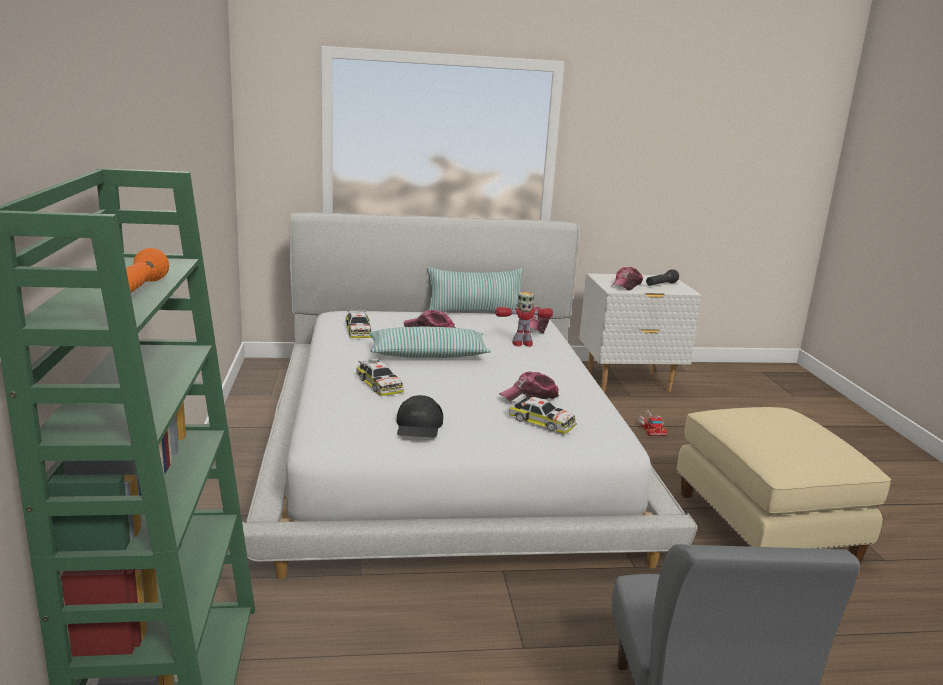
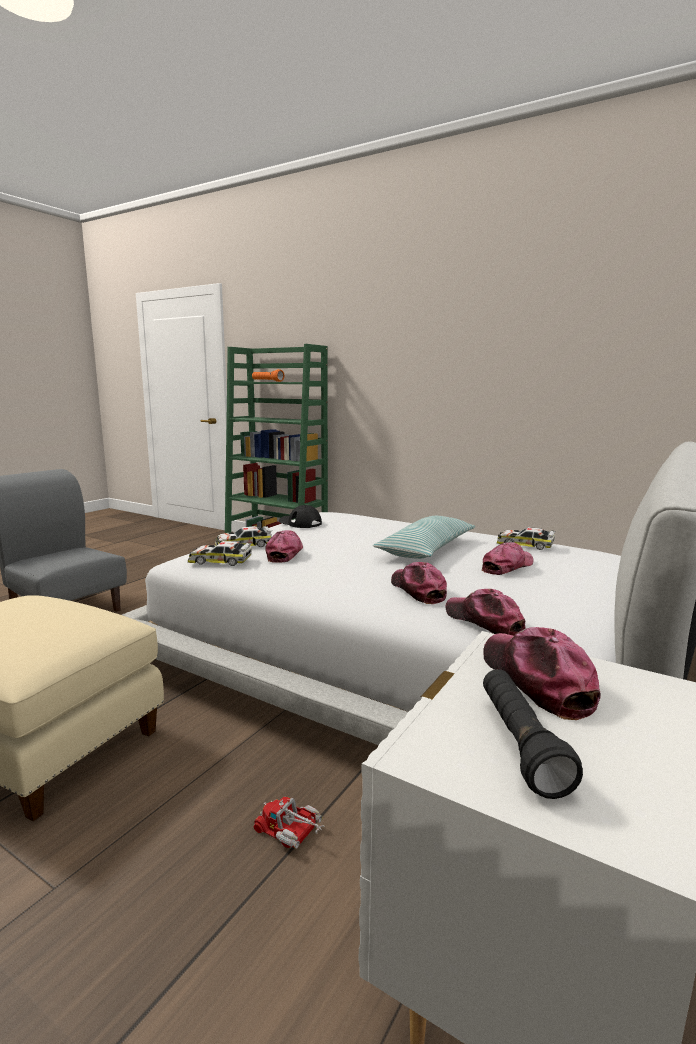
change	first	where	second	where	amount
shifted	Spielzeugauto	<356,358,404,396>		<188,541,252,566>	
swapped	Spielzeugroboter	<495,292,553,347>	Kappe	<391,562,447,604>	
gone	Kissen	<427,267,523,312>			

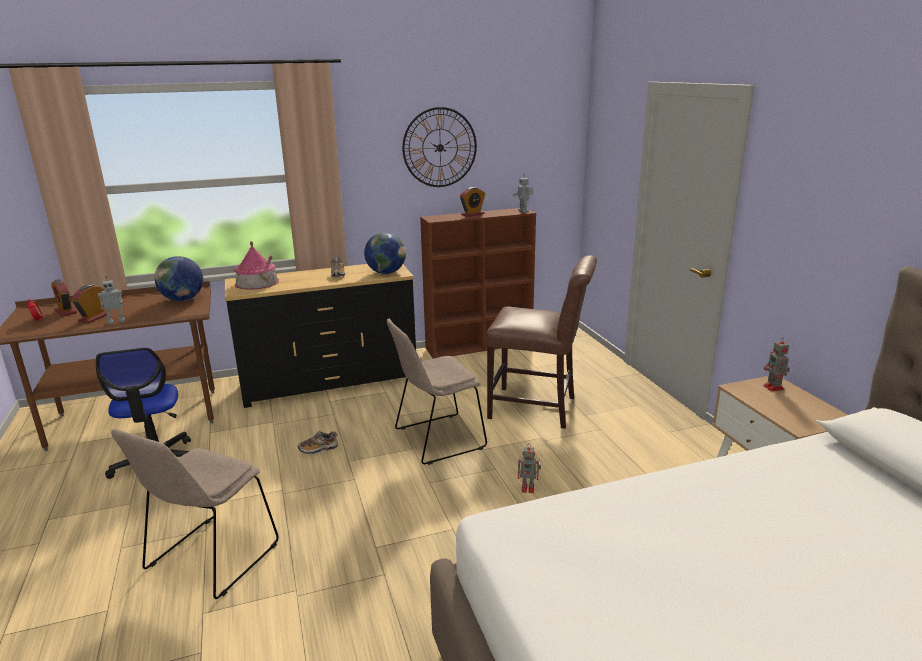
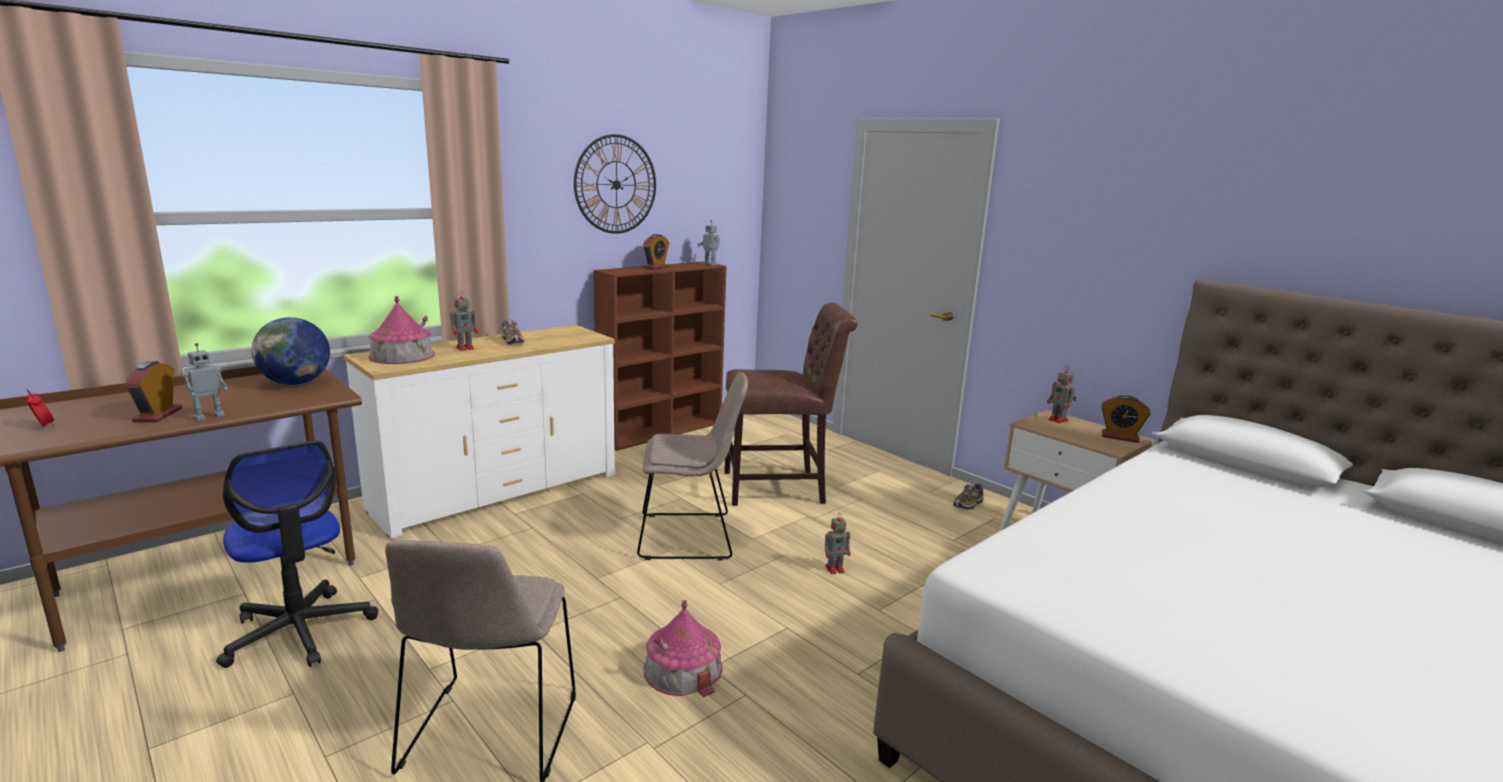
change	first	where	second	where	amount
repainted	Kommode (schwarz)	<225,264,416,408>	Kommode (weiß)	<344,325,615,539>	
new			Spielzeugroboter	<451,291,478,351>	
rotated	Stuhl (beige)	<387,319,487,465>		<637,372,748,560>	135 degrees counterclockwise
new			Spielzeughaus	<643,600,723,697>	
shifted	Schuh	<298,431,338,454>		<953,483,984,510>	
shifted	Wecker	<51,279,77,316>		<1101,395,1150,443>	
gone	Globus	<364,232,406,274>			

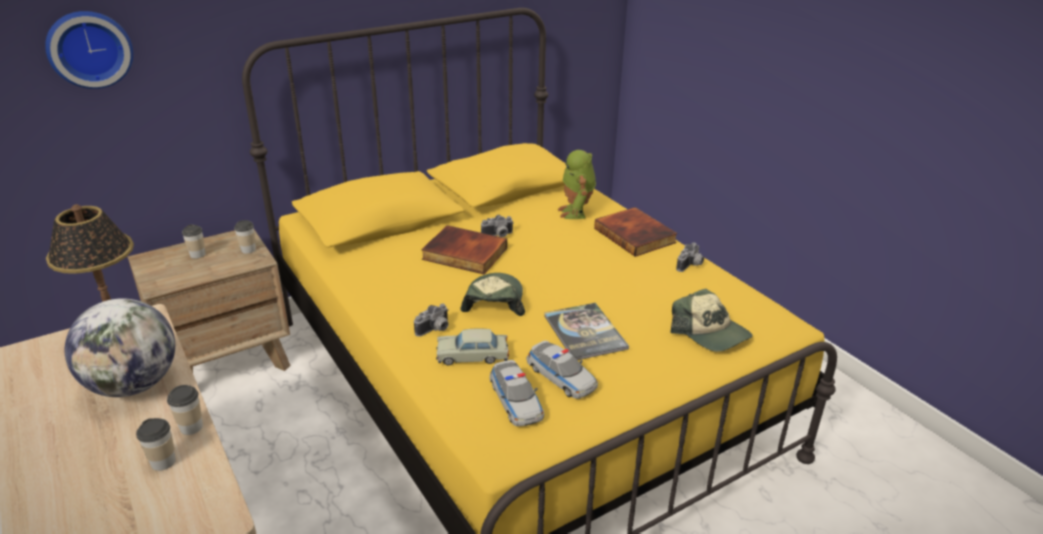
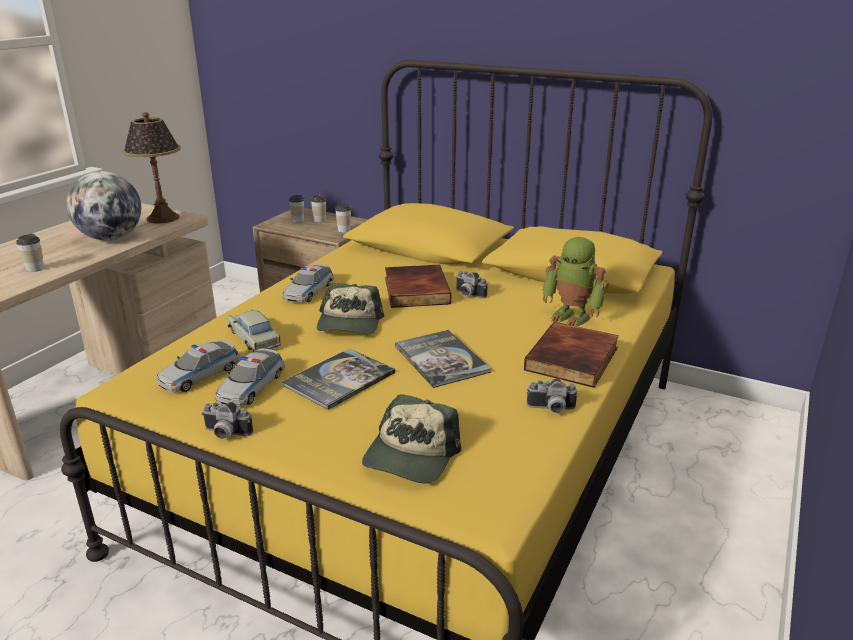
change	first	where	second	where	amount
shifted	Kamera	<414,304,449,337>		<202,402,253,439>	
new			Spielzeugauto	<282,264,334,302>	
shifted	Tasse	<167,385,203,435>		<289,195,304,223>	
rotated	Kappe	<460,273,525,316>		<317,283,384,334>	120 degrees clockwise
new			Buch	<395,330,491,388>	
rotated	Spielzeugroboter	<558,150,596,219>		<542,237,609,326>	105 degrees counterclockwise
gone	Wanduhr	<45,11,133,89>			

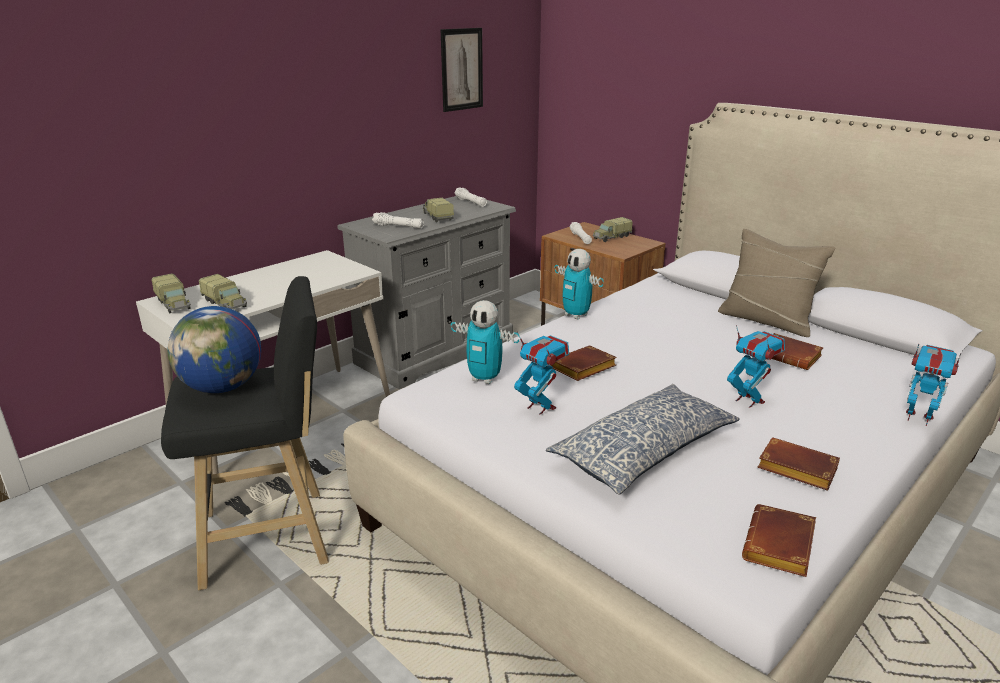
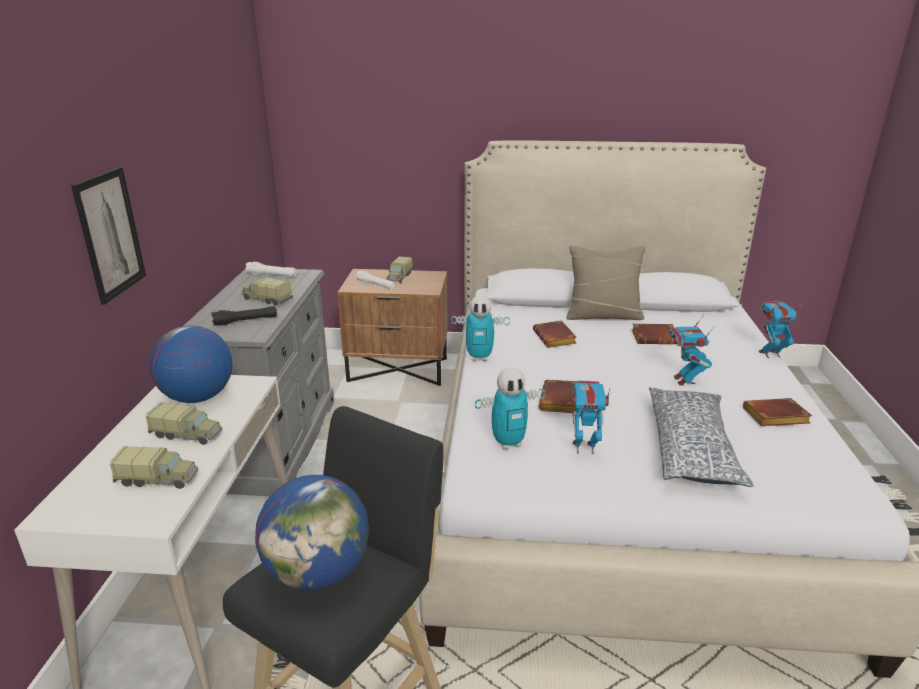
change	first	where	second	where	amount
shifted	Bild	<441,28,483,112>		<71,167,146,305>	
shifted	Spielzeuglaster	<151,273,191,314>		<146,402,222,445>	
new			Globus	<149,325,232,403>	
repainted	Taschenlampe (weiß)	<372,212,424,229>	Taschenlampe (schwarz)	<211,306,277,326>	
shifted	Buch (braun)	<742,504,816,577>		<533,320,576,348>	
rotated	Spielzeugroboter	<727,325,785,408>		<670,315,714,386>	105 degrees counterclockwise

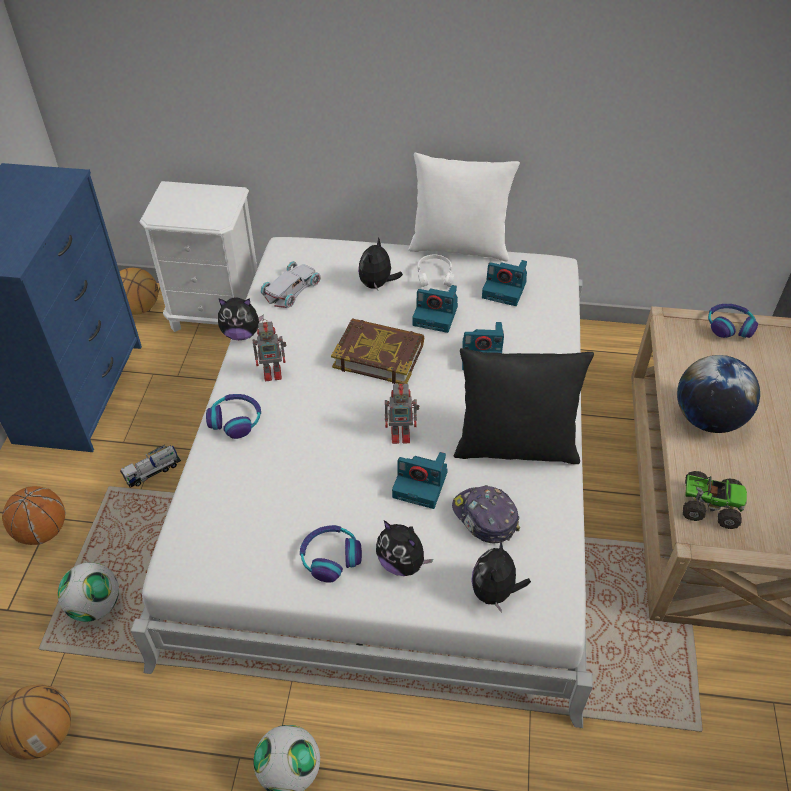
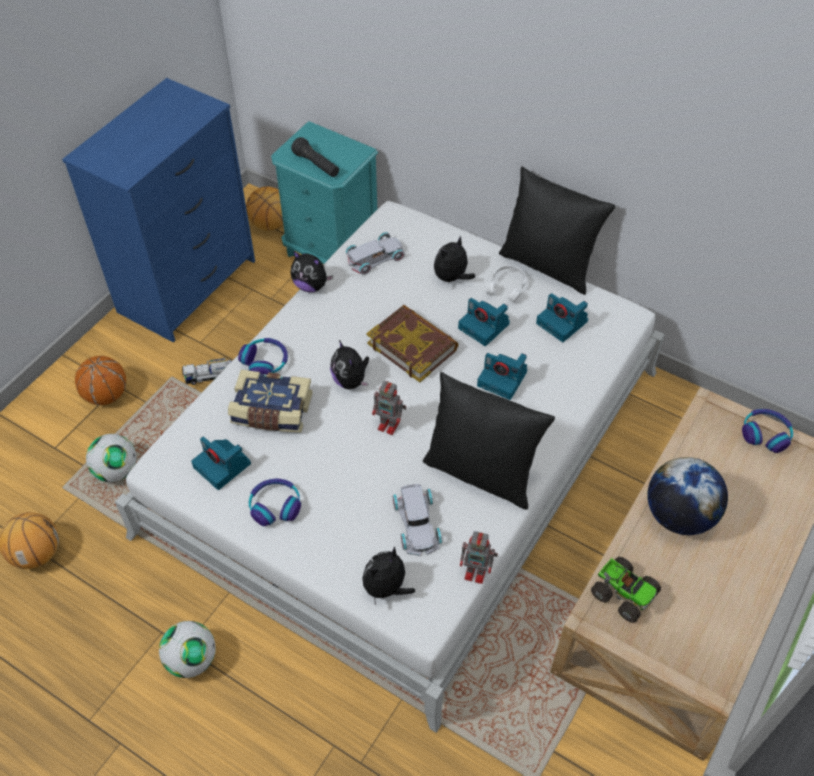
change	first	where	second	where	amount
shifted	Kamera	<392,452,448,509>		<191,436,251,490>	
new			Buch	<228,370,312,433>	
repainted	Nachttisch (weiß)	<140,181,257,332>	Nachttisch (türkis)	<271,121,378,264>	
new			Taschenlampe (schwarz)	<291,137,339,177>	
shifted	Plüschtier	<376,520,433,576>		<330,340,369,389>	
swapped	Kappe	<452,485,520,543>	Spielzeugauto (weiß)	<393,484,442,556>	
shifted	Spielzeugroboter	<252,319,286,381>		<460,531,498,584>	
repainted	Kissen (weiß)	<408,153,520,261>	Kissen (schwarz)	<499,166,615,295>	

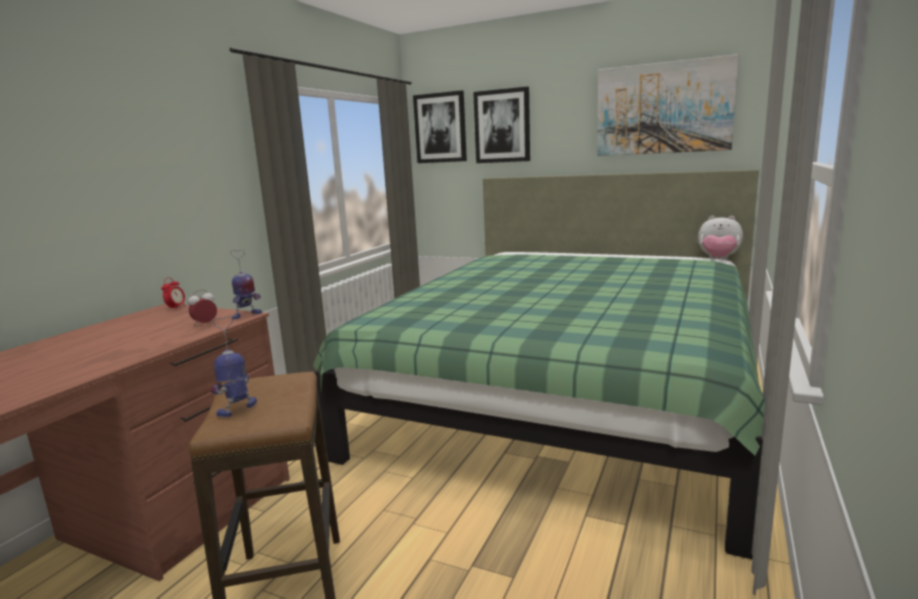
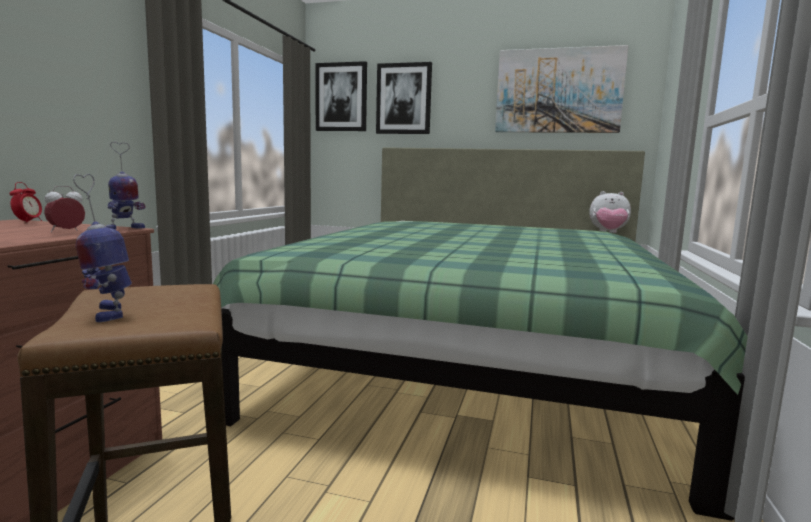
change	first	where	second	where	amount
rotated	Spielzeugroboter	<211,316,257,417>		<73,174,132,322>	60 degrees counterclockwise

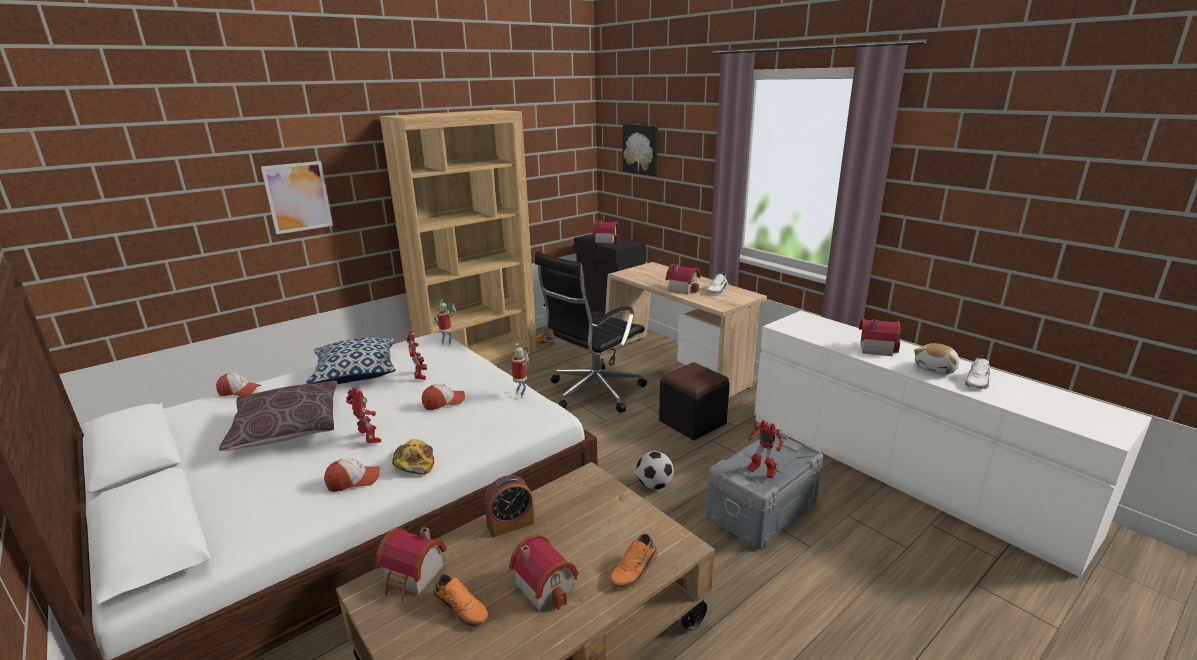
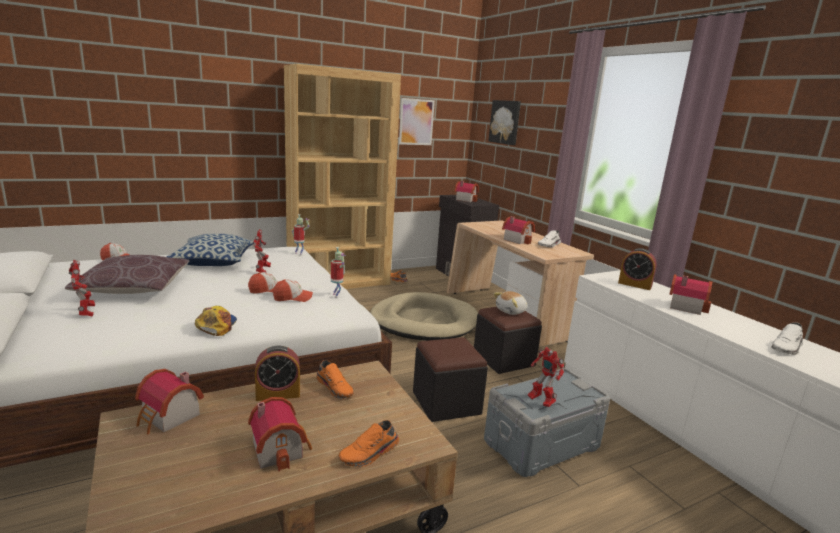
change	first	where	second	where	amount
shifted	Spielzeugroboter	<346,387,381,444>		<69,260,95,317>	
shifted	Kappe	<324,458,380,492>		<273,279,313,302>	
shifted	Schuh (orange)	<433,574,488,627>		<316,360,354,399>	
swapped	Bürostuhl (schwarz)	<535,252,647,413>	Hundebett (beige)	<370,292,478,341>	
shifted	Bild	<261,161,333,234>		<399,98,435,145>	
swapped	Fußball	<636,451,674,489>	Polsterhocker (schwarz)	<413,337,488,422>	
shifted	Plüschtier	<914,343,959,375>		<494,291,527,315>	
new			Wecker	<618,248,657,290>	

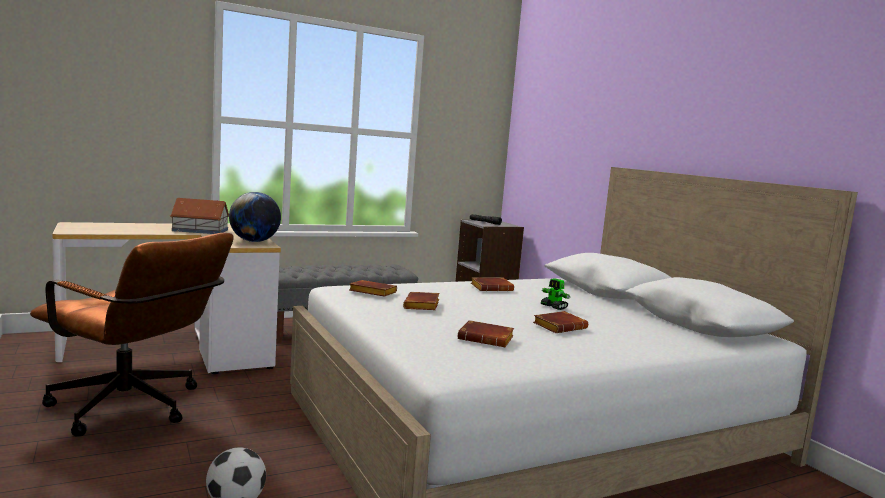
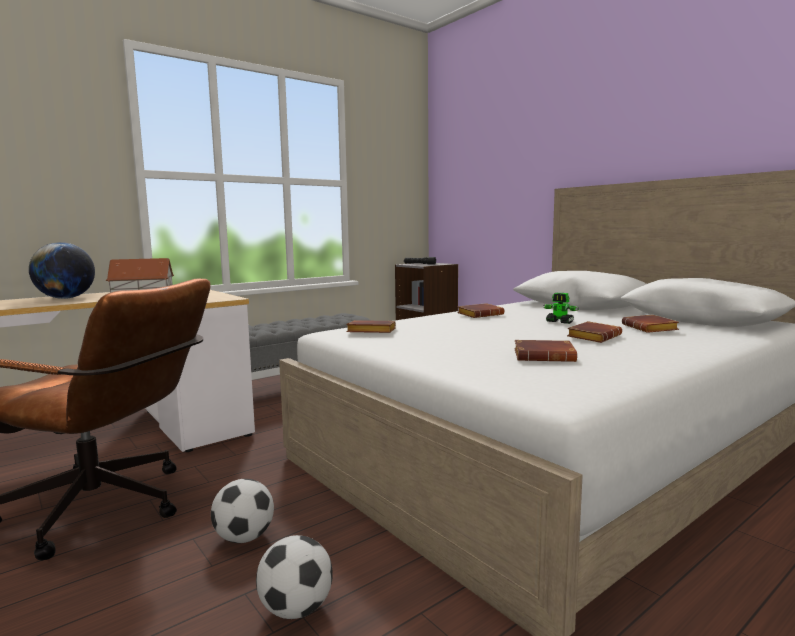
change	first	where	second	where	amount
shifted	Globus	<229,192,281,242>		<29,242,95,299>	
new			Fußball	<211,479,274,543>	
shifted	Buch (braun)	<403,292,440,310>		<622,314,679,333>	

